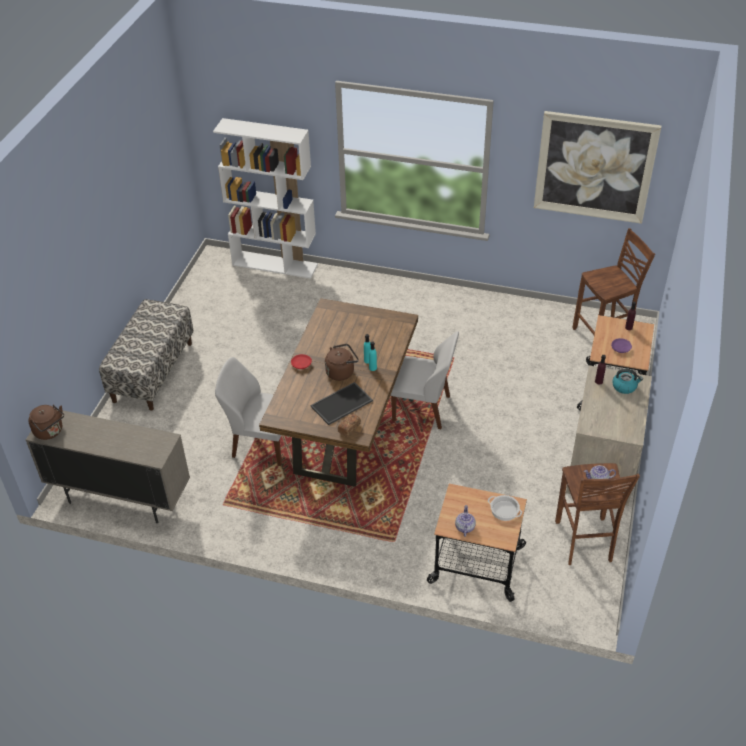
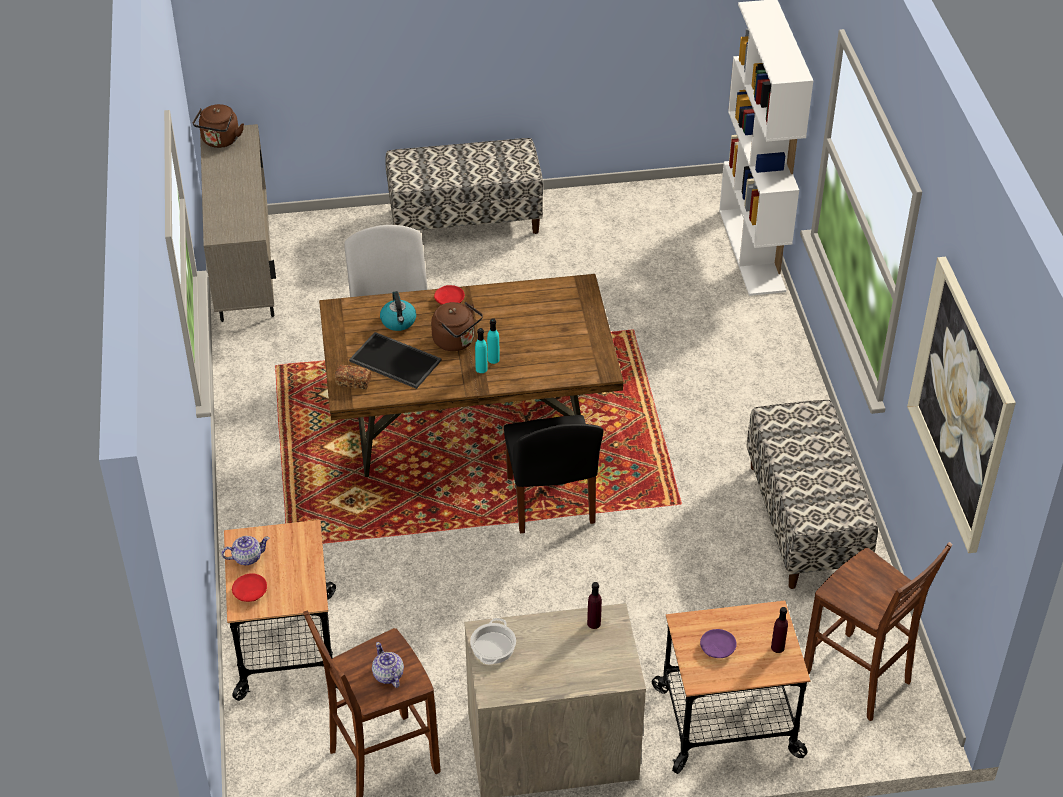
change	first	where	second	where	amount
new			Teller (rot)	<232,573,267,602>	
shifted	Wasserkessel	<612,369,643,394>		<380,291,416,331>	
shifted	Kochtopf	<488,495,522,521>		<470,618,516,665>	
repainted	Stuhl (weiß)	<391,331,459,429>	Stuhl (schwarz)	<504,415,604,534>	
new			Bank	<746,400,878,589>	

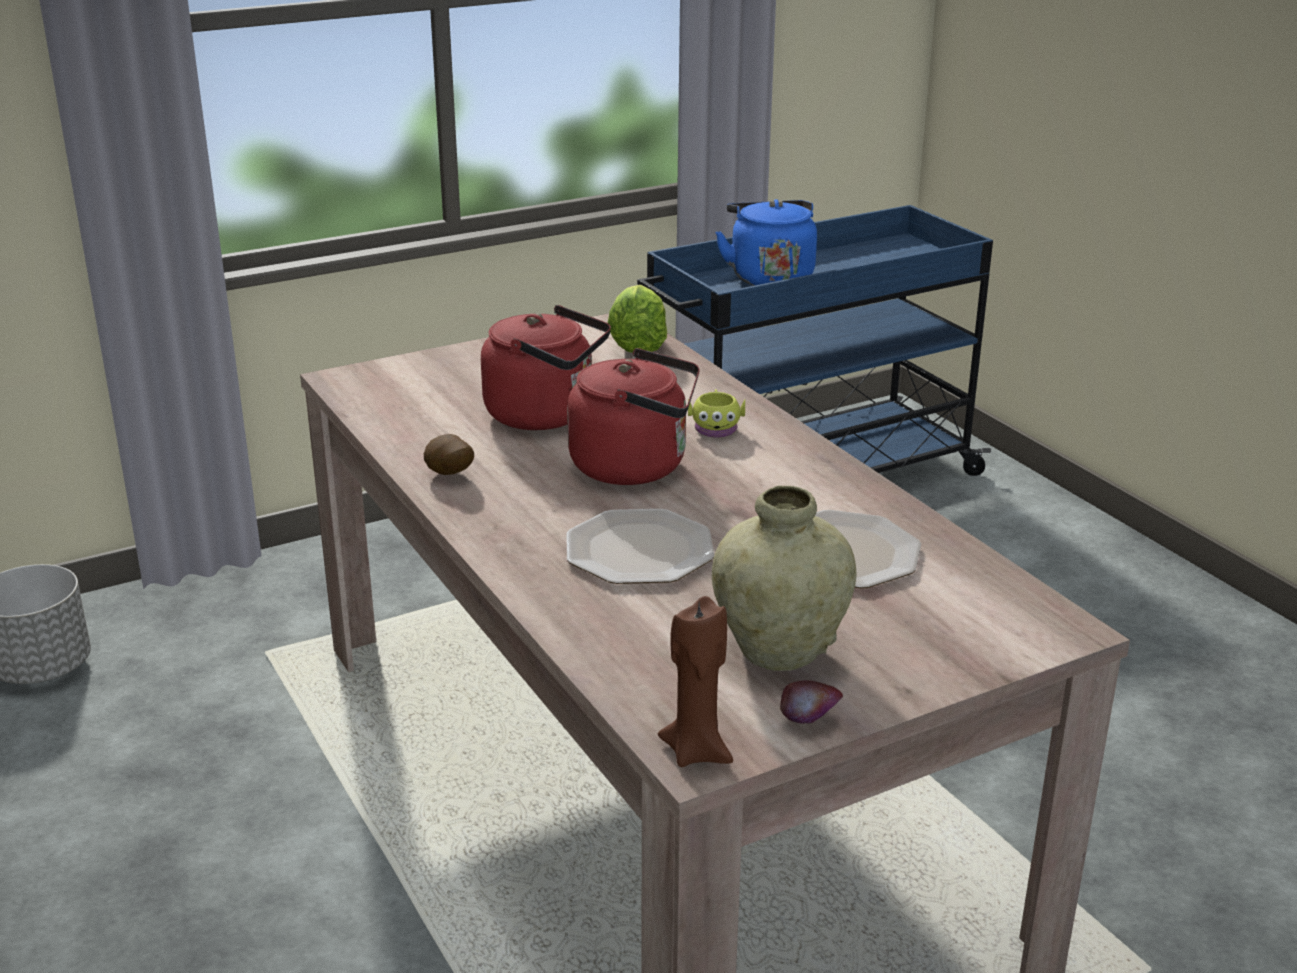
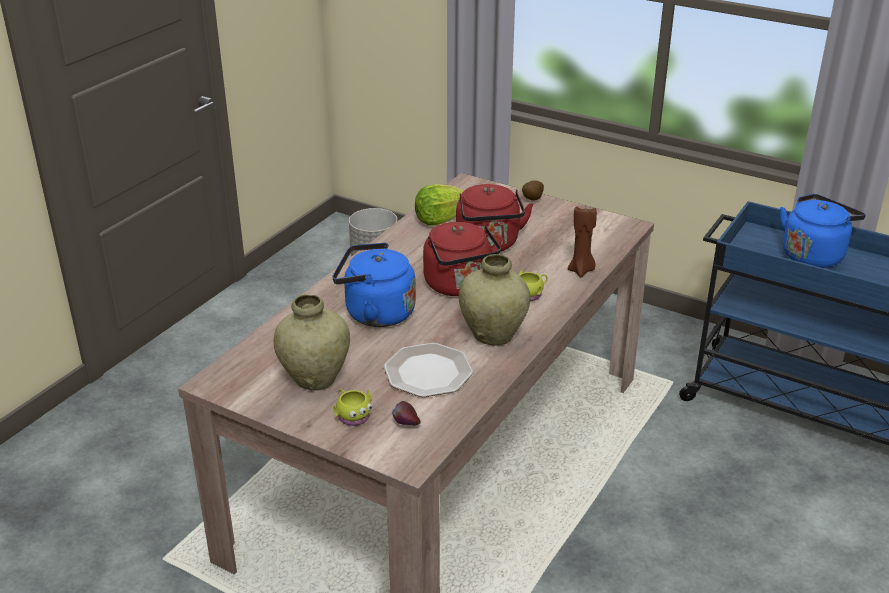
change	first	where	second	where	amount
swapped	Teller	<566,509,714,584>	Wasserkessel (blau)	<332,242,416,327>	
new			Henkelbecher (gelb)	<333,389,372,426>	
shifted	Apfel	<780,680,843,724>		<392,401,421,425>	
shifted	Salatkopf	<608,285,667,353>		<415,184,465,225>	
new			Vase (beige)	<459,254,530,346>	
shifted	Kartoffel	<424,434,474,475>		<522,181,544,200>	
shifted	Kerze (braun)	<658,596,733,767>		<568,206,597,278>	

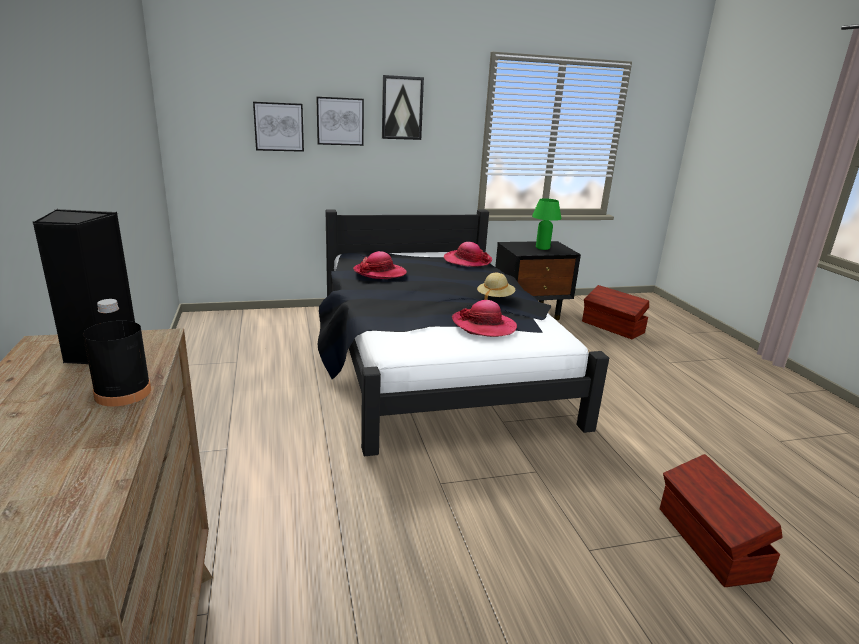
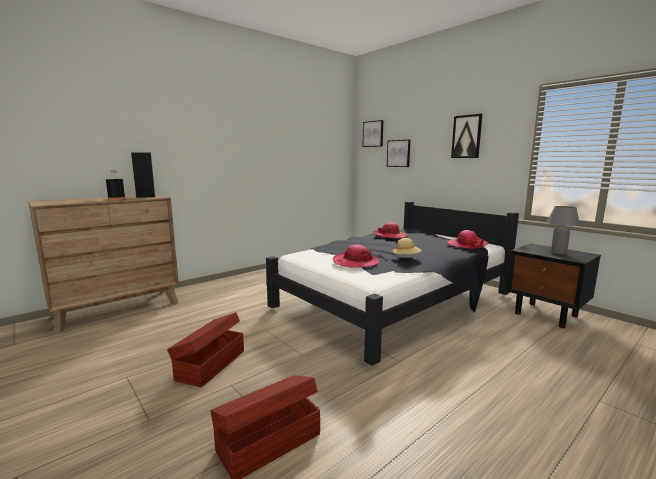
change	first	where	second	where	amount
shifted	Aufbewahrungsbox (braun)	<582,285,649,339>		<167,312,244,388>	
shifted	Bild	<316,96,364,146>		<362,120,383,147>	
repainted	Tischlampe (grün)	<532,198,562,250>	Tischlampe (grau)	<547,206,580,255>	

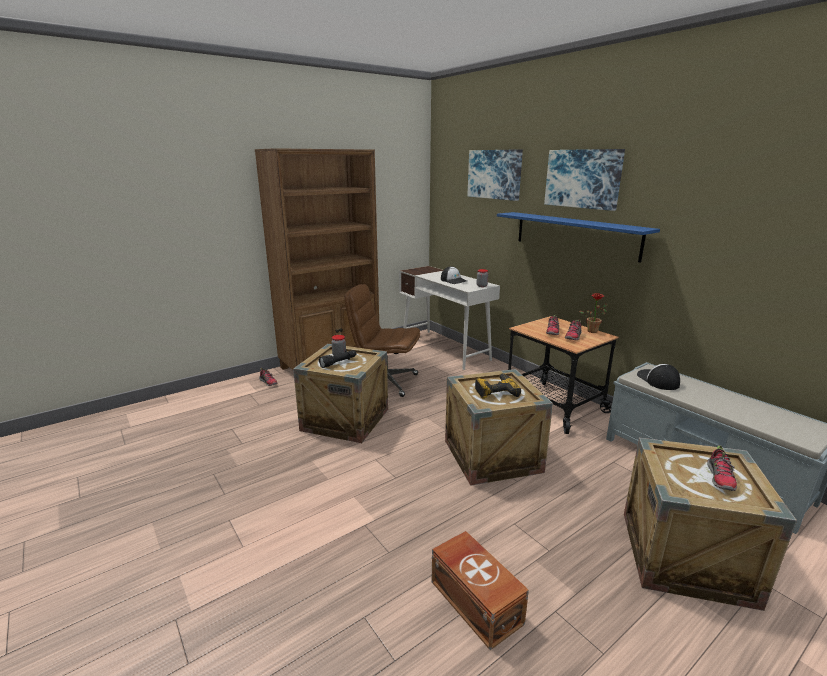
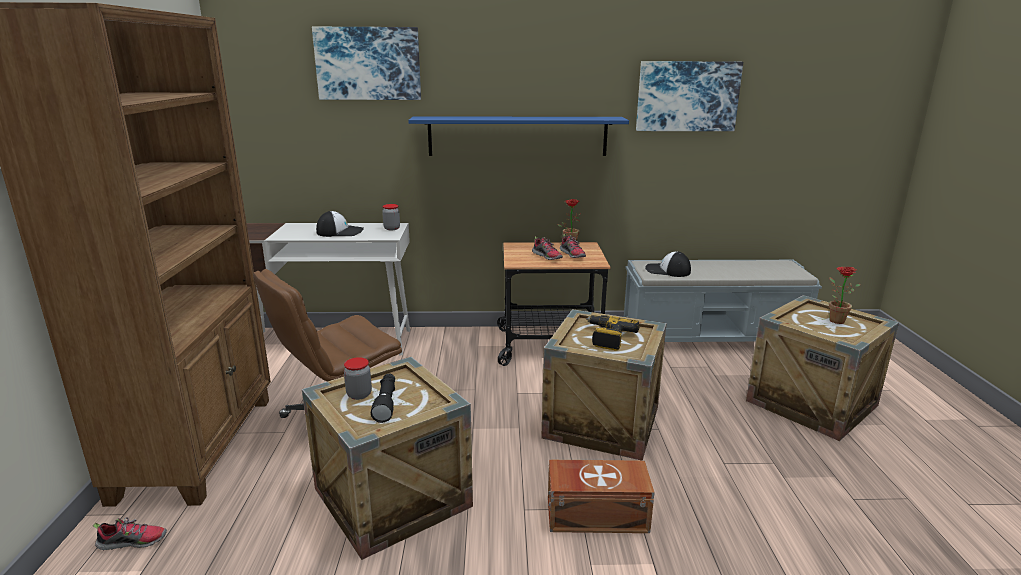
change	first	where	second	where	amount
shifted	Aufbewahrungsbox (braun)	<431,531,529,650>		<548,460,655,533>	
shifted	Bild	<544,149,625,211>		<636,61,743,131>	
swapped	Schuh	<707,445,737,491>	Topfpflanze	<829,267,861,324>	

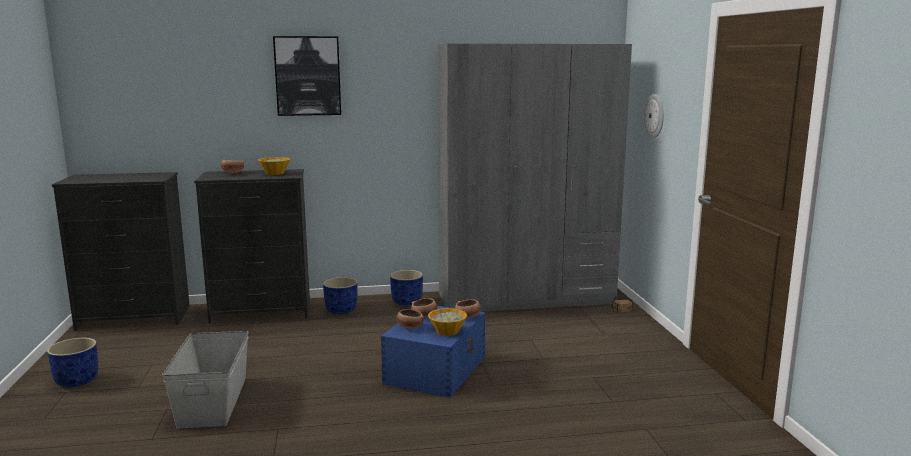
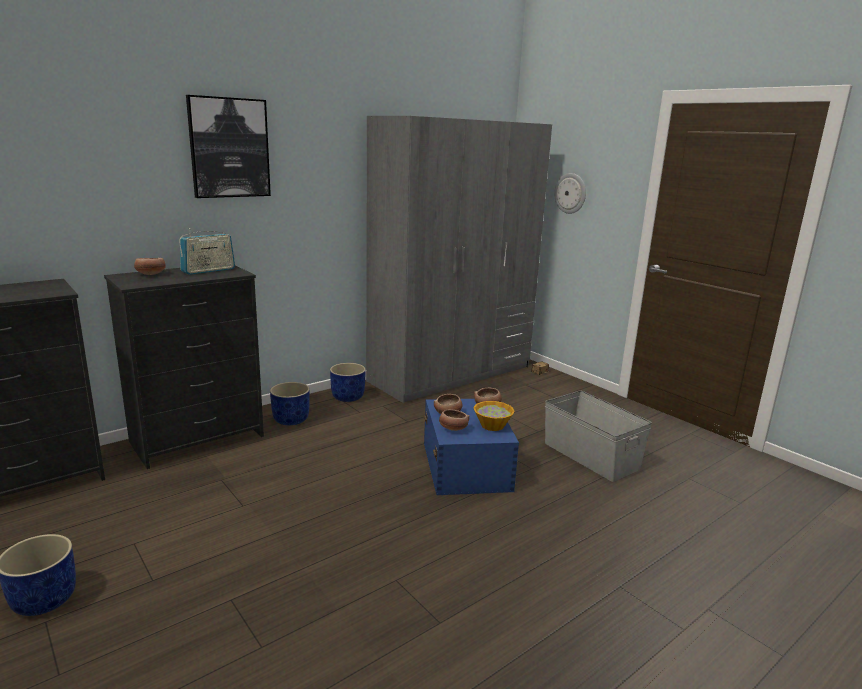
change	first	where	second	where	amount
swapped	Schüssel	<258,157,290,175>	Radio	<179,228,235,275>	
shifted	Aufbewahrungsbox (grau)	<162,331,249,429>		<545,390,652,482>	

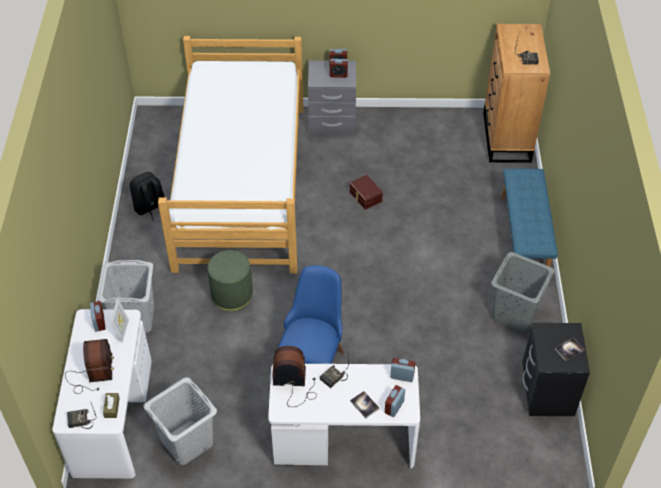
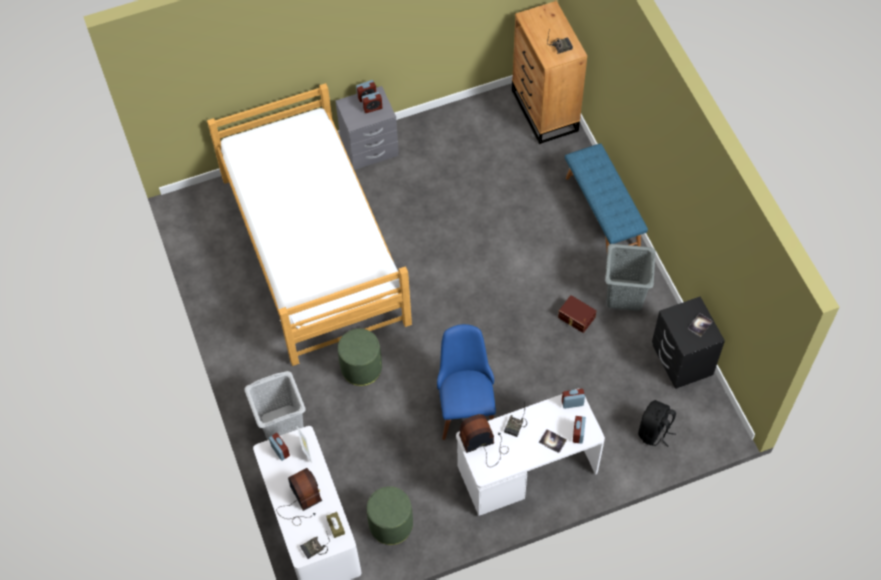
change	first	where	second	where	amount
swapped	Wäschekorb (grau)	<144,377,217,465>	Polsterhocker (grün)	<367,486,413,545>	
shifted	Aufbewahrungsbox (braun)	<349,175,383,210>		<558,295,596,333>	
shifted	Rucksack (schwarz)	<130,172,164,221>		<638,400,676,447>	

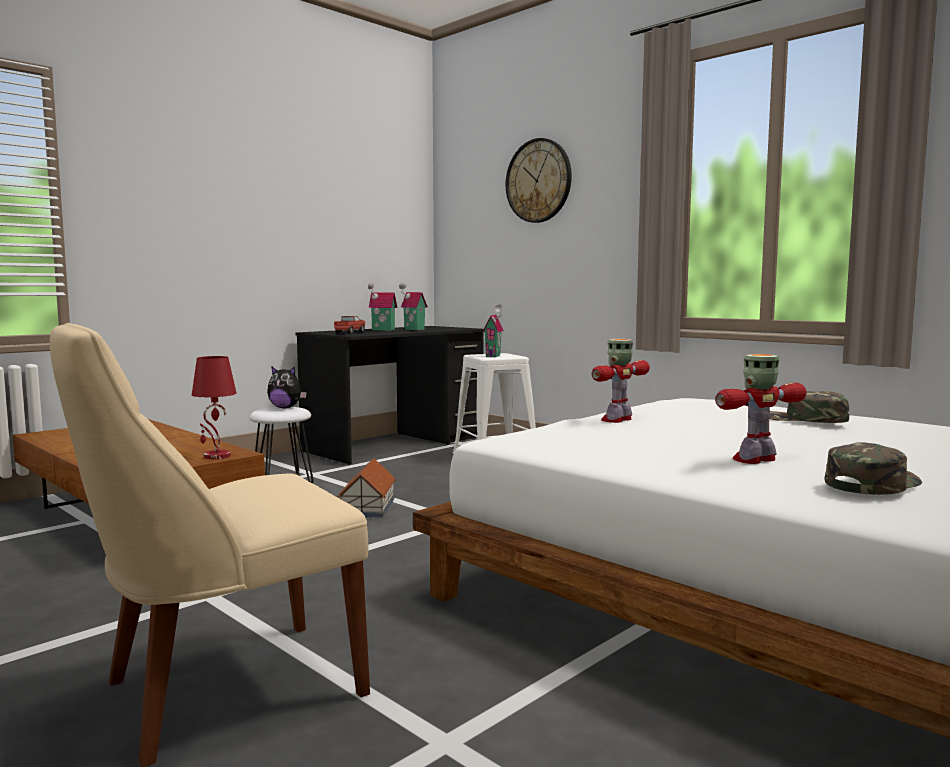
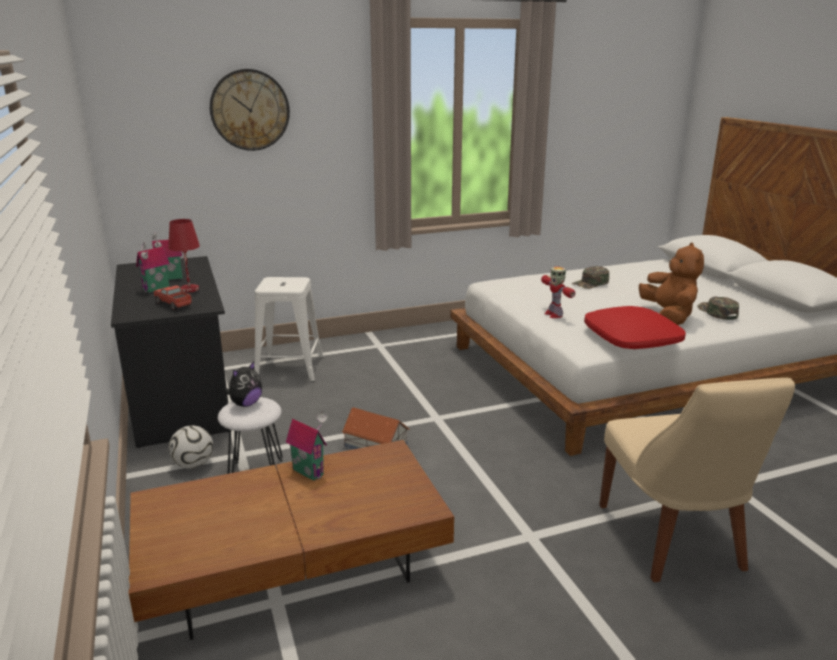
change	first	where	second	where	amount
shifted	Tischlampe (rot)	<192,356,237,459>		<168,219,200,293>	
new			Fußball	<169,425,213,469>	
shifted	Spielzeughaus	<483,305,504,357>		<286,411,328,481>	
new			Kissen (rot)	<584,306,686,349>	
swapped	Spielzeugroboter	<715,354,807,464>	Plüschtier (braun)	<639,243,704,325>	

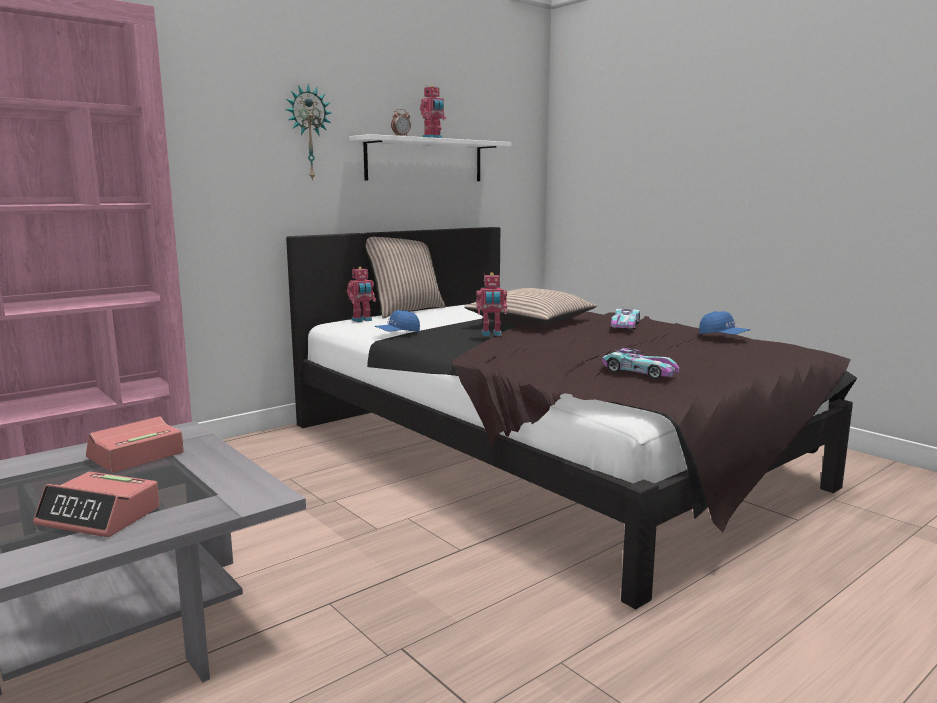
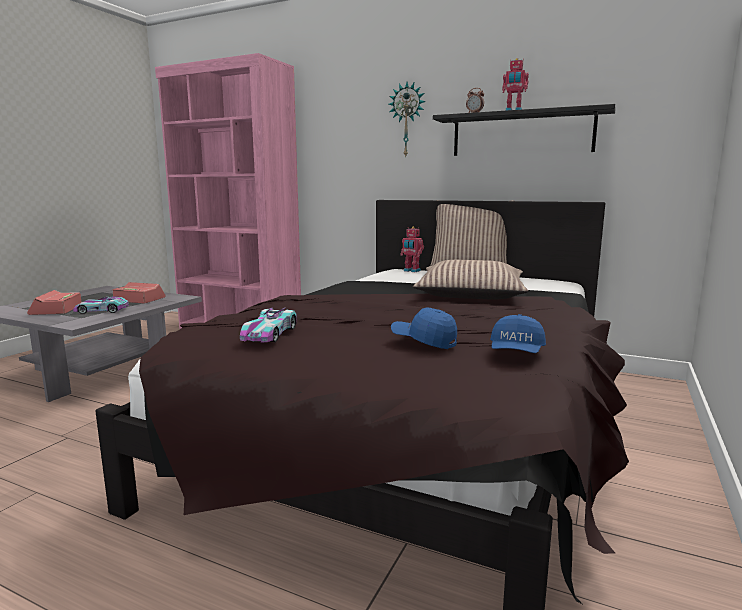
change	first	where	second	where	amount
shifted	Spielzeugauto	<611,308,640,329>		<73,296,129,314>	
shifted	Kappe (blau)	<375,310,420,333>		<391,308,457,349>	
repainted	Wandregal (weiß)	<350,134,511,181>	Wandregal (schwarz)	<433,104,615,156>	
gone	Spielzeugroboter	<476,273,507,336>			

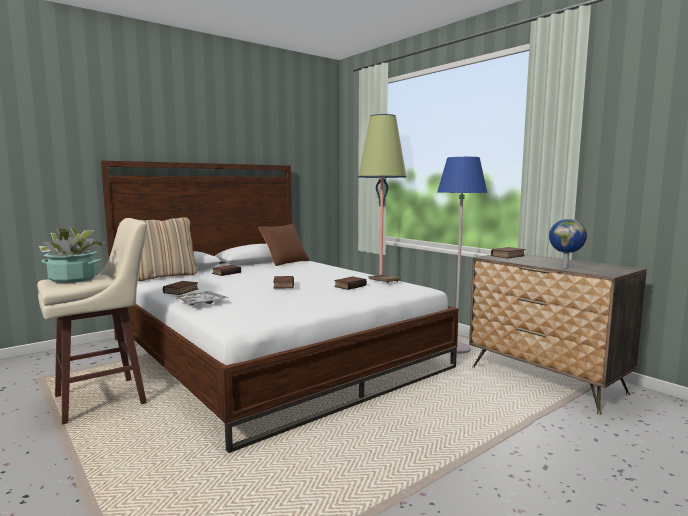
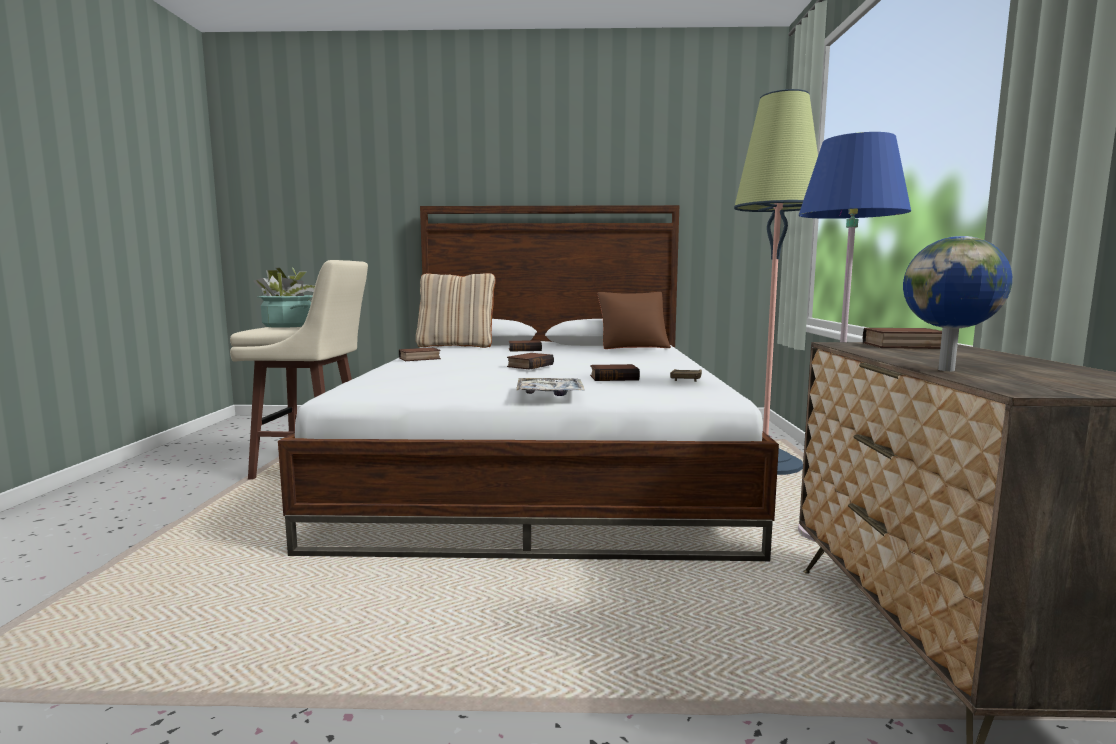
change	first	where	second	where	amount
shifted	Tablett	<173,291,229,305>		<516,378,585,396>	

